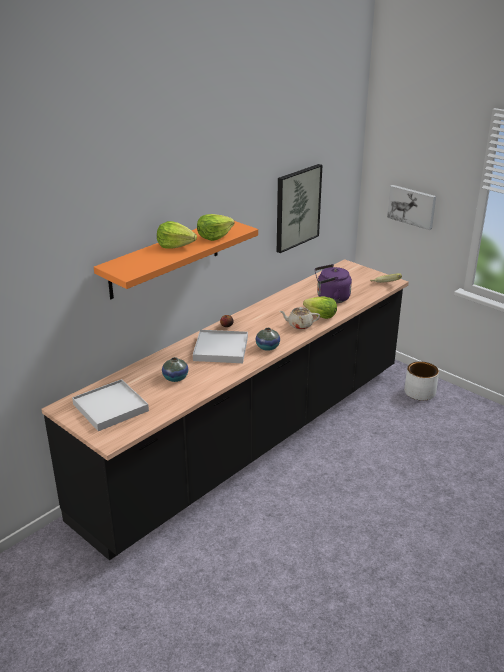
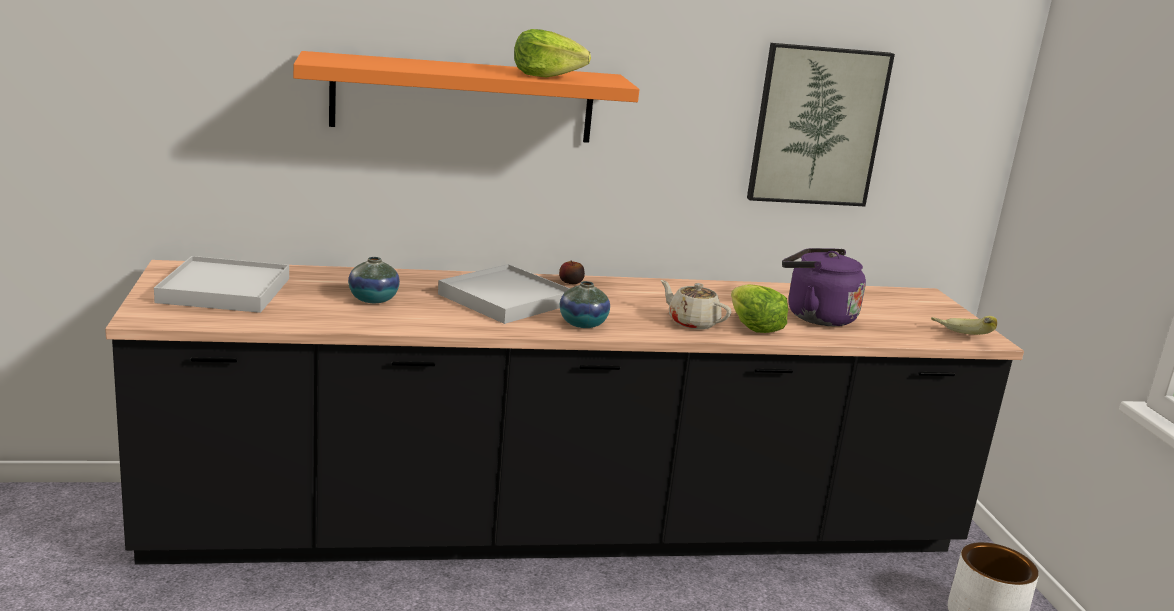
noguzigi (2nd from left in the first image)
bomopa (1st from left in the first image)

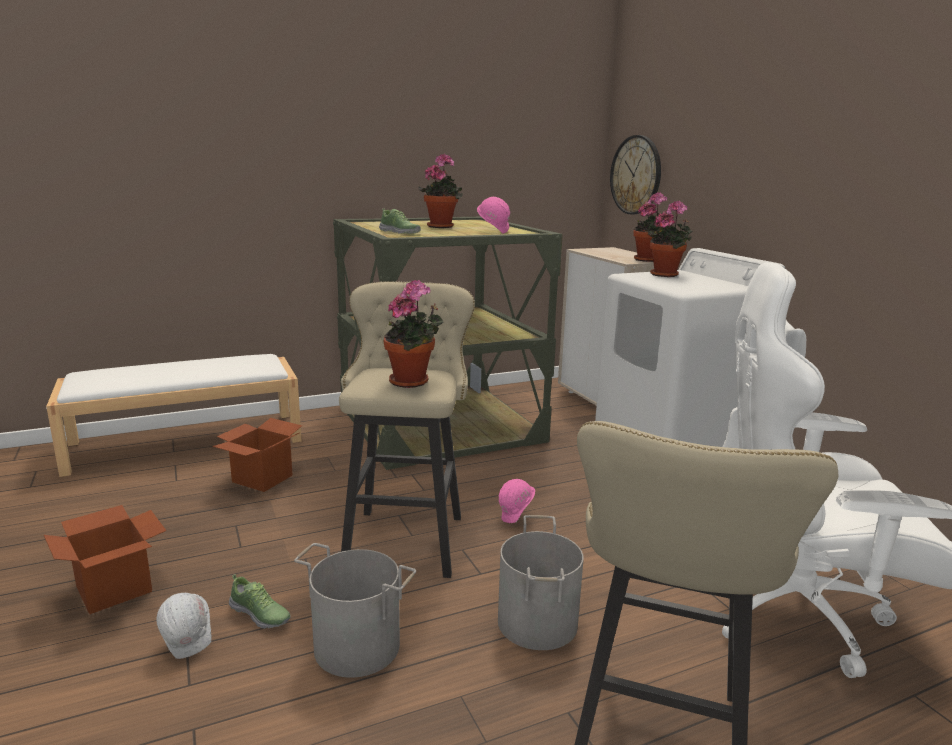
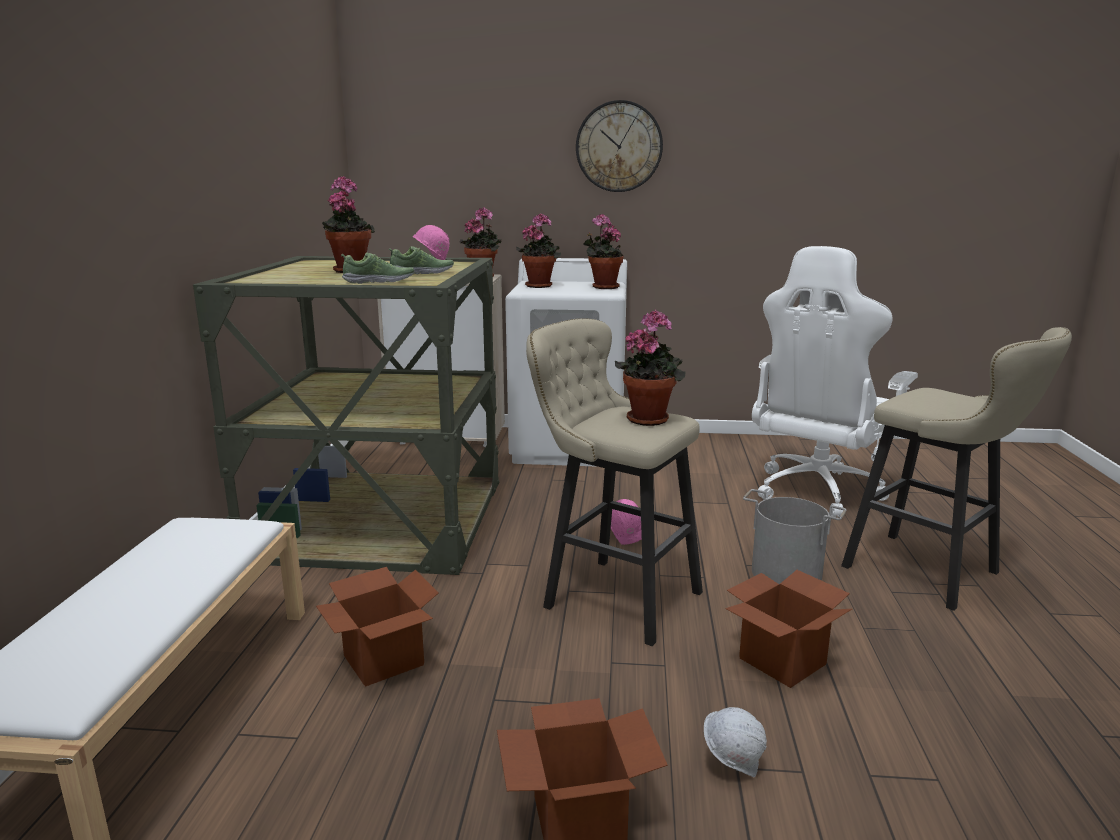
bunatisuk
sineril (3rd from left)
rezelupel (2nd from left)
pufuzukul (4th from left)

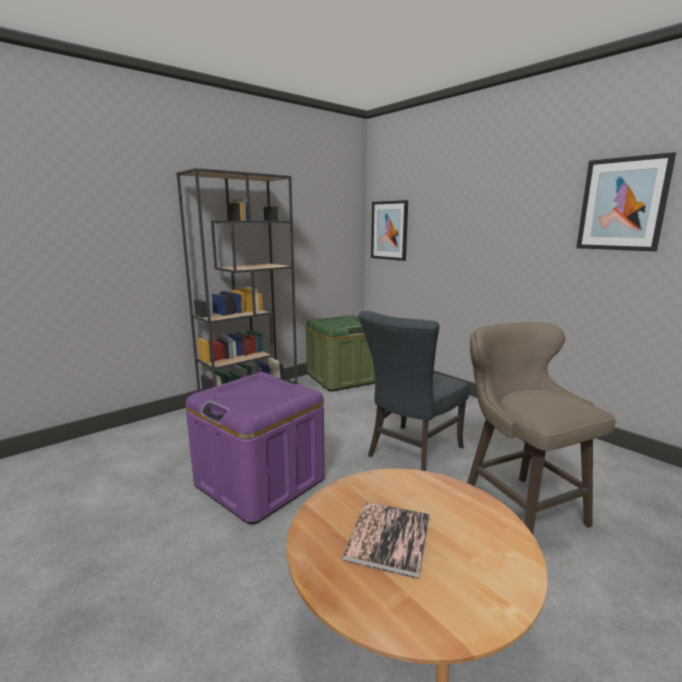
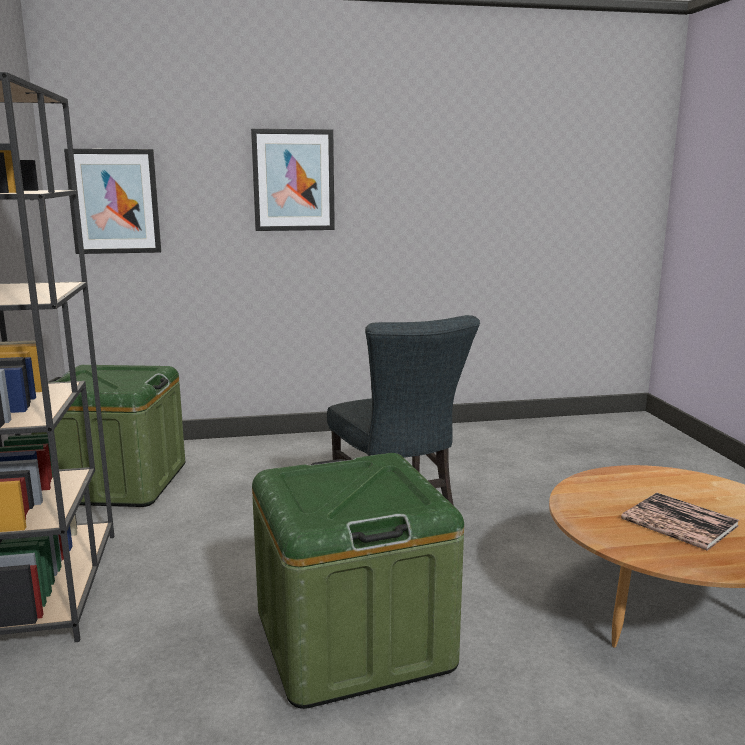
noguzigi (2nd from left)
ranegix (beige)
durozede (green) (2nd from left)

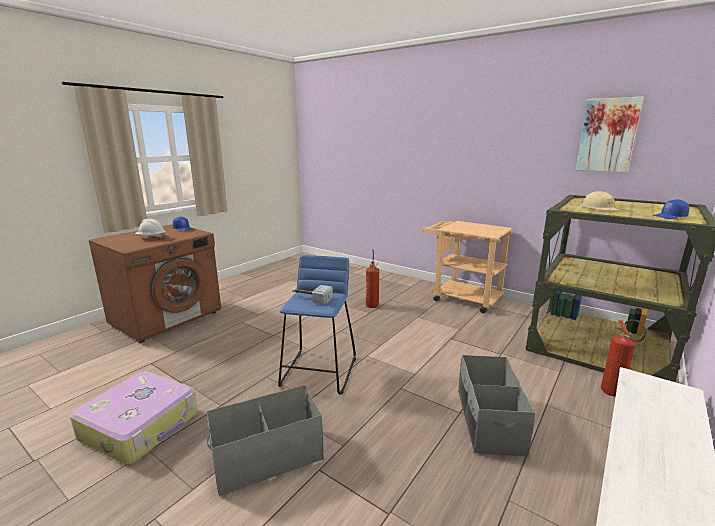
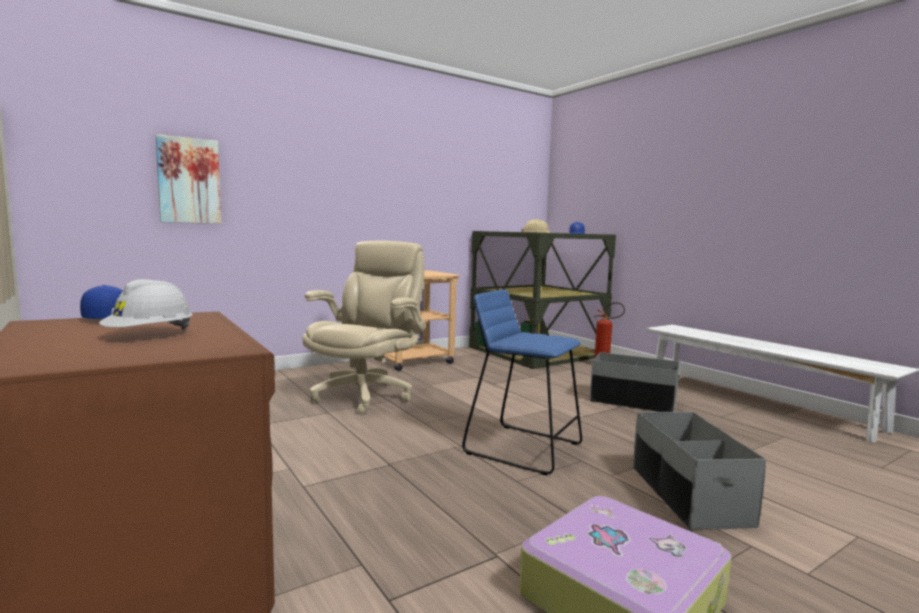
noguzigi
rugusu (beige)
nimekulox

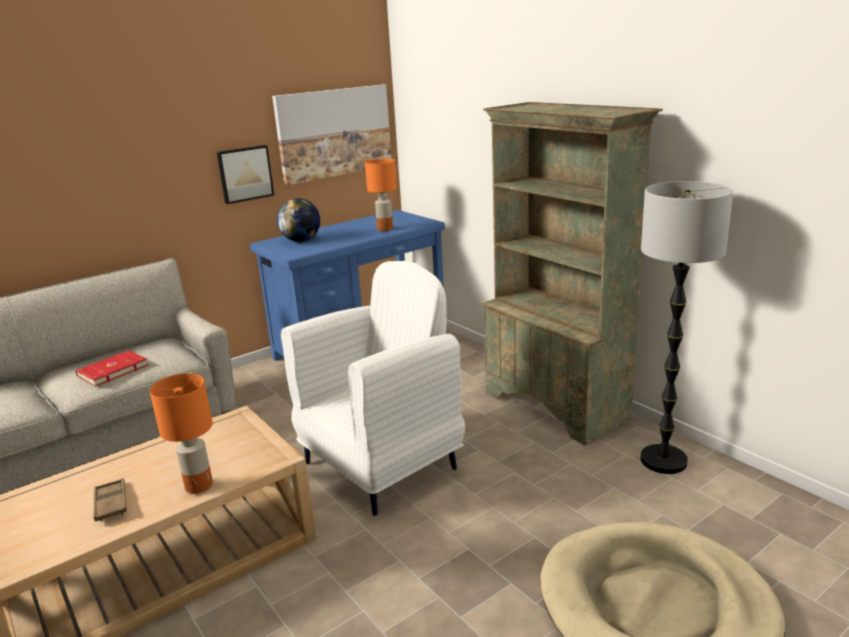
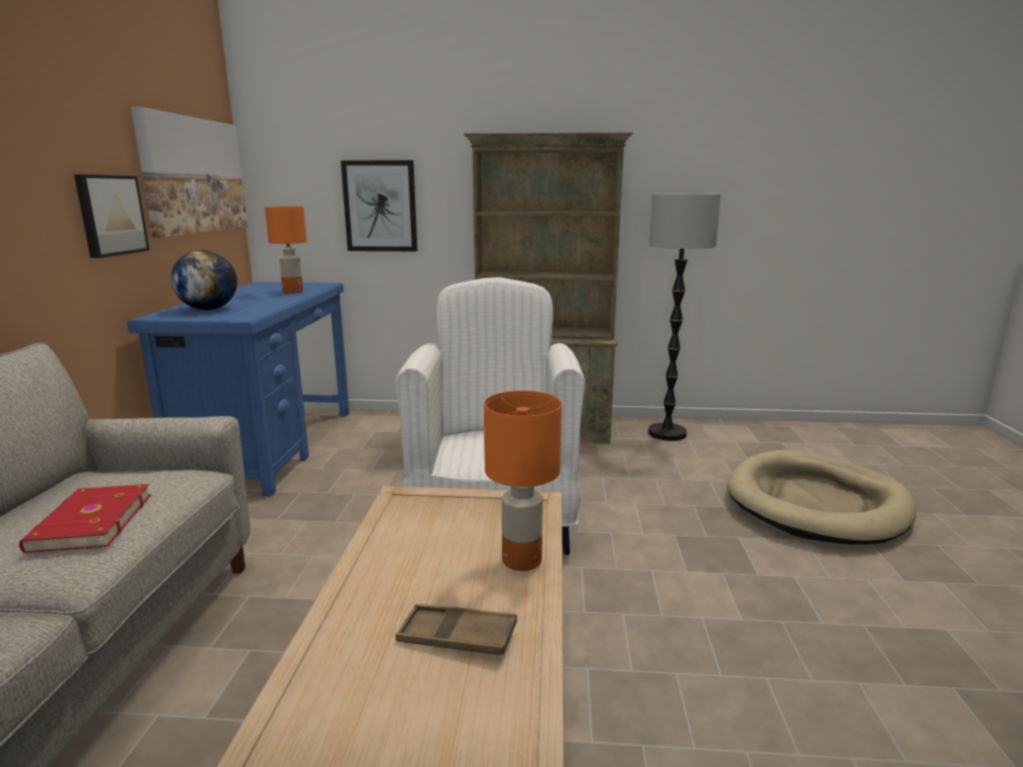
noguzigi (3rd from left)

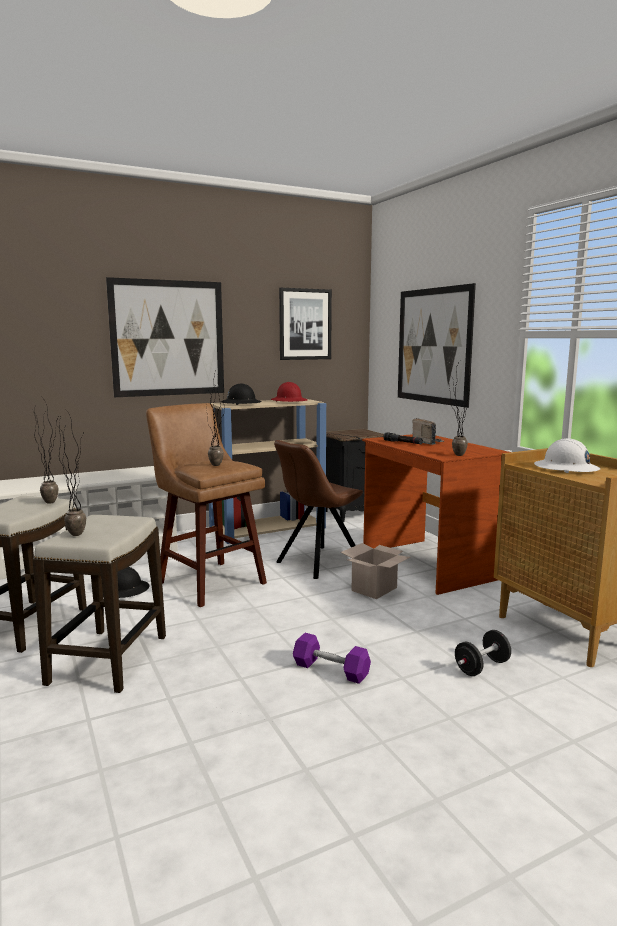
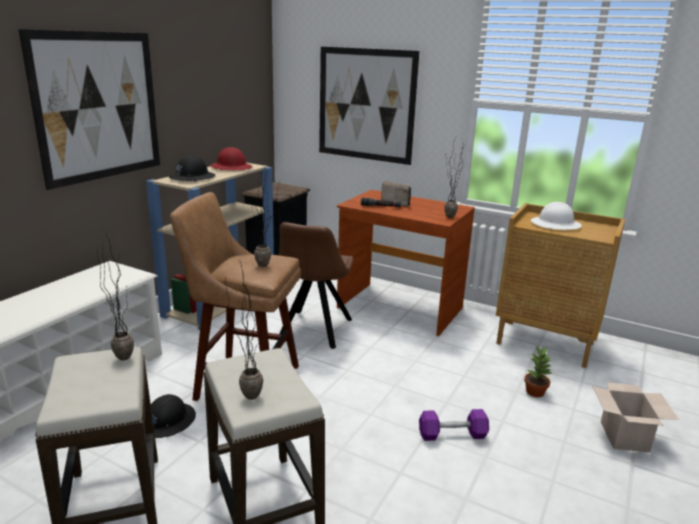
noguzigi (2nd from left in the first image)
sineril
pufuzukul (5th from left)

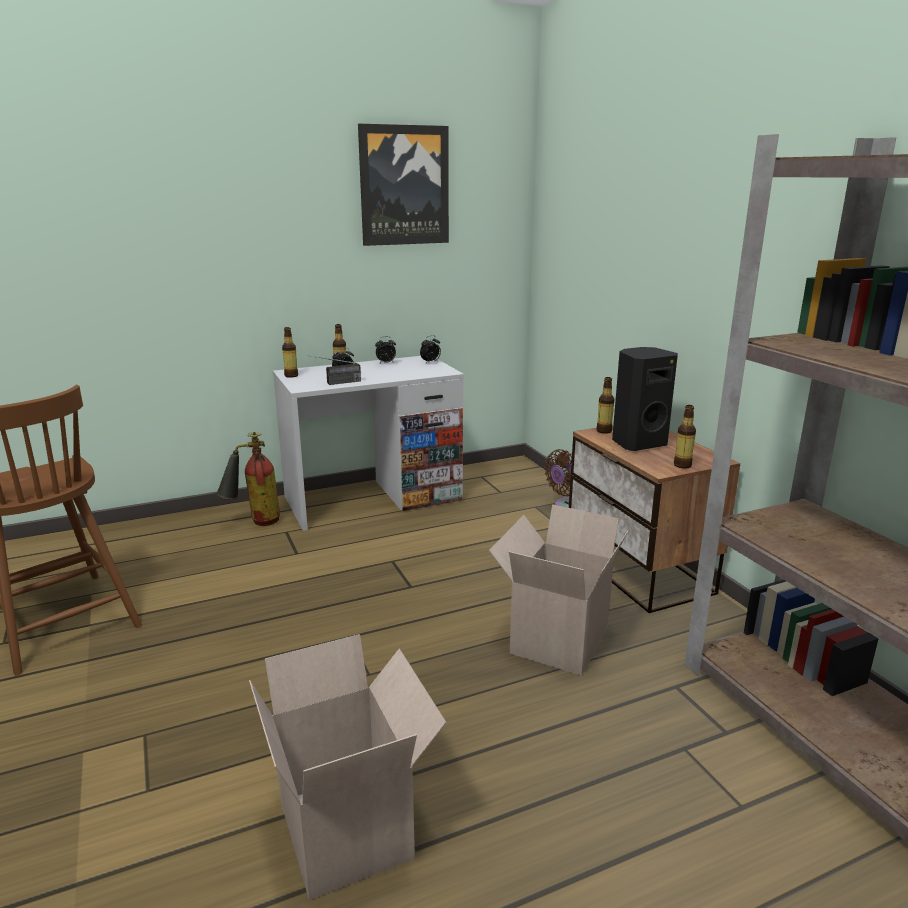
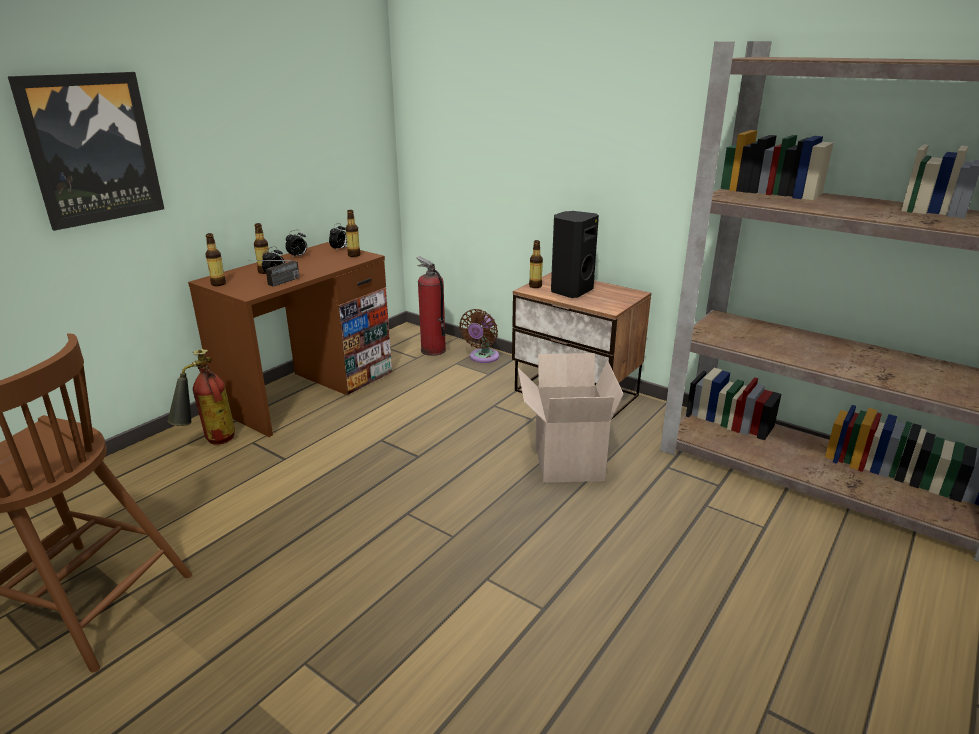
noguzigi
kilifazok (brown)
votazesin (3rd from left)
sineril (1st from left in the first image)
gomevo (2nd from left)

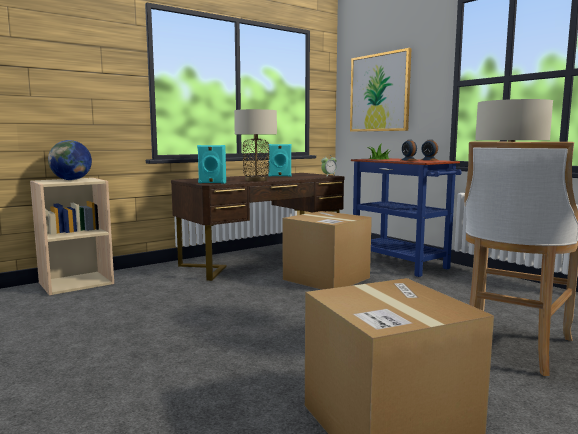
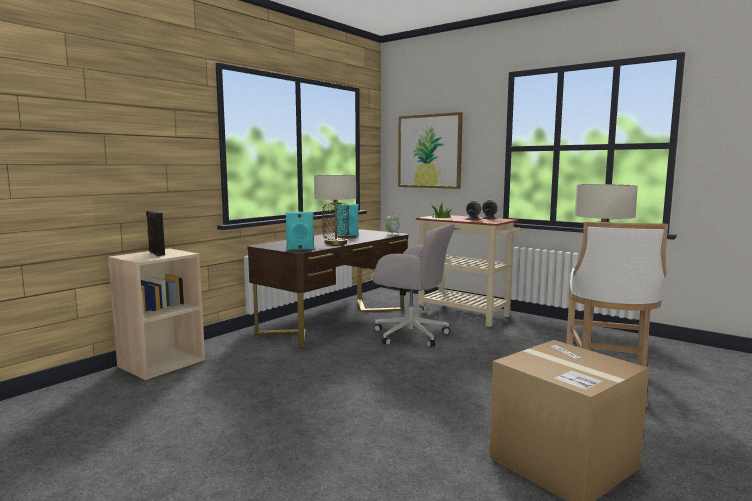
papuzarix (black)
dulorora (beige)
rugusu (grey)

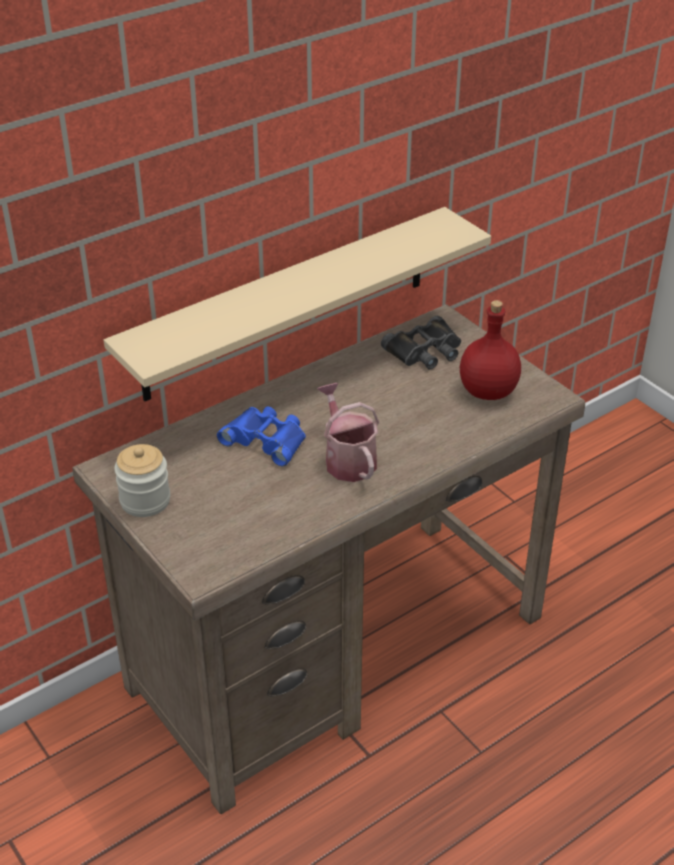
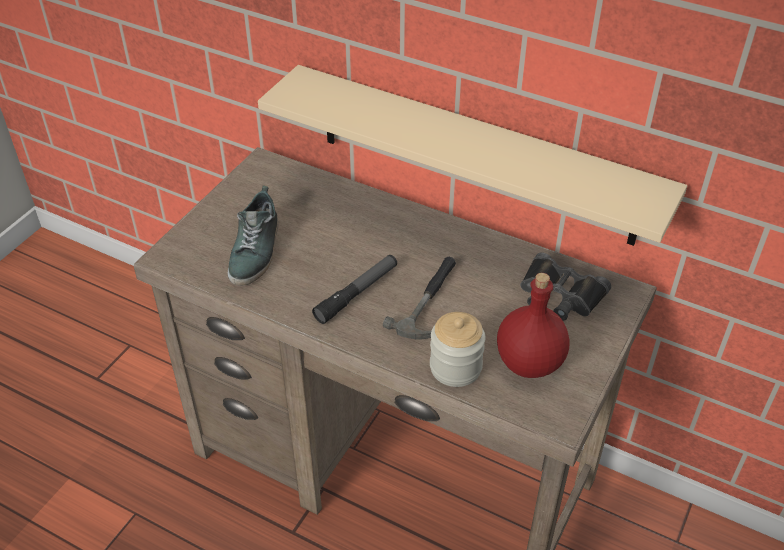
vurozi
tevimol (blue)
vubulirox
rezelupel
nimekulox

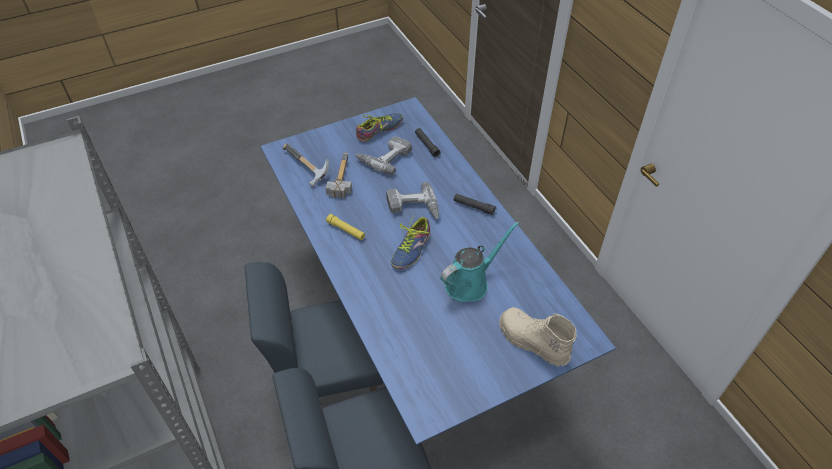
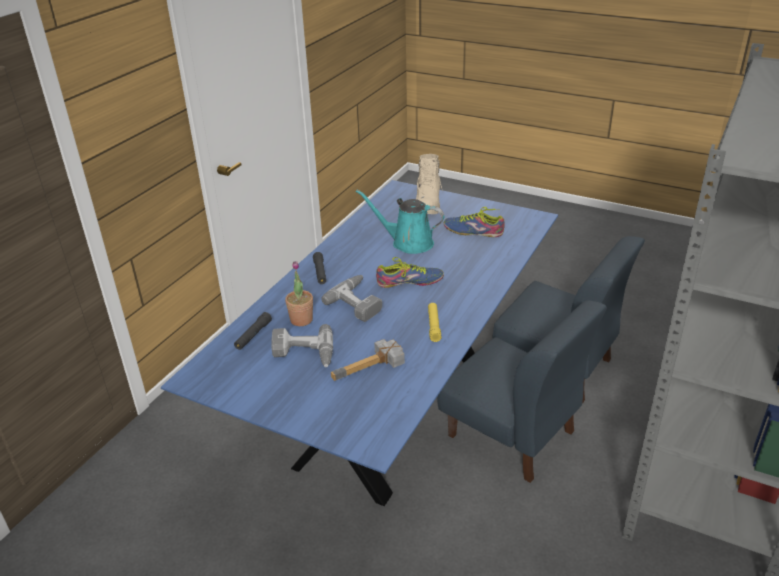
rezelupel (2nd from left)
nimekulox (1st from left in the first image)
pufuzukul

